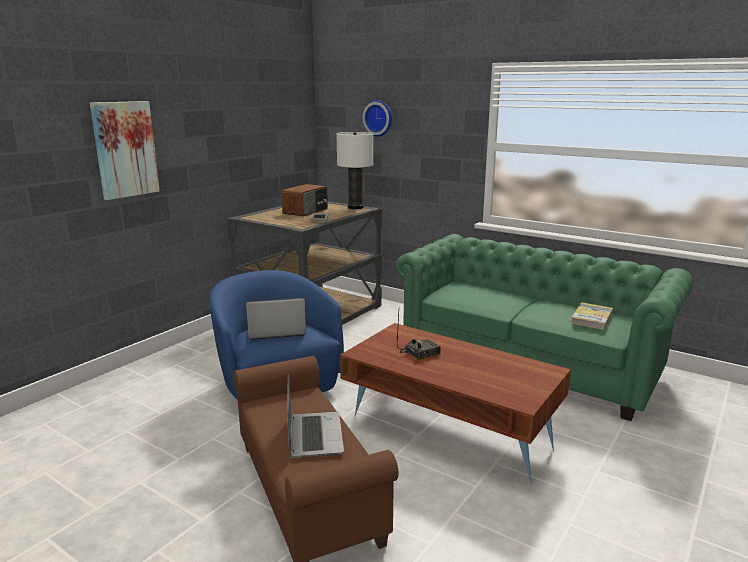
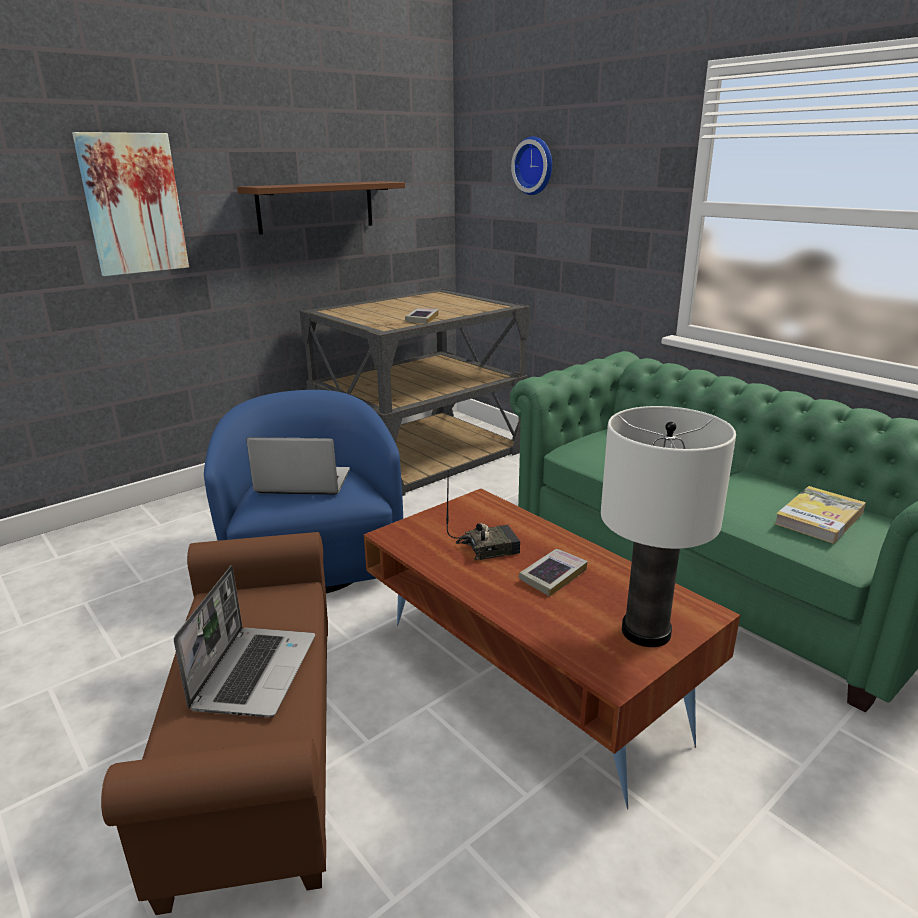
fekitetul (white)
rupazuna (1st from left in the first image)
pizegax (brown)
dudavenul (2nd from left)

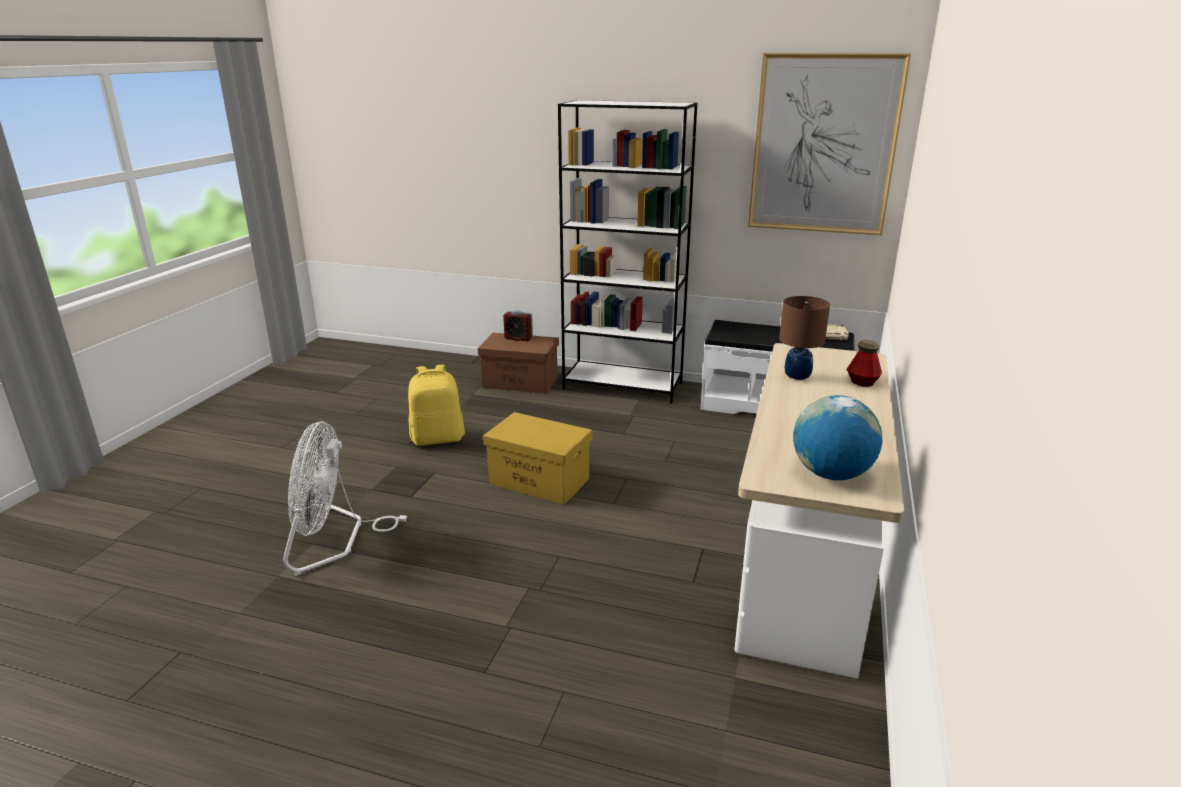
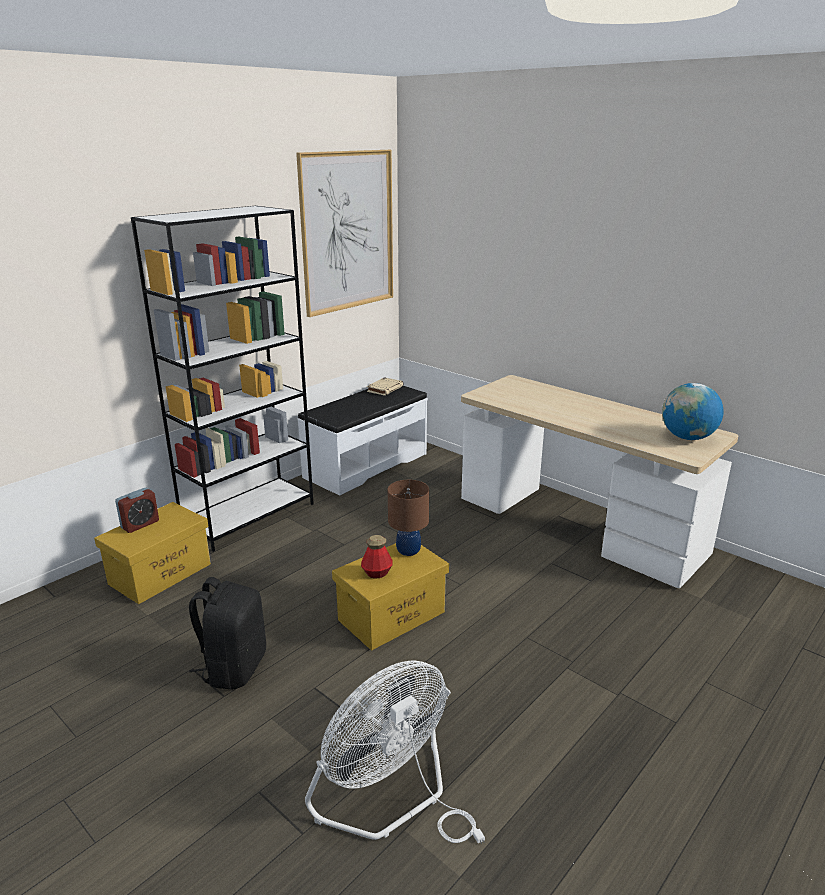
fekitetul (brown)
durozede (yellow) (1st from left)
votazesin
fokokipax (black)
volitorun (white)

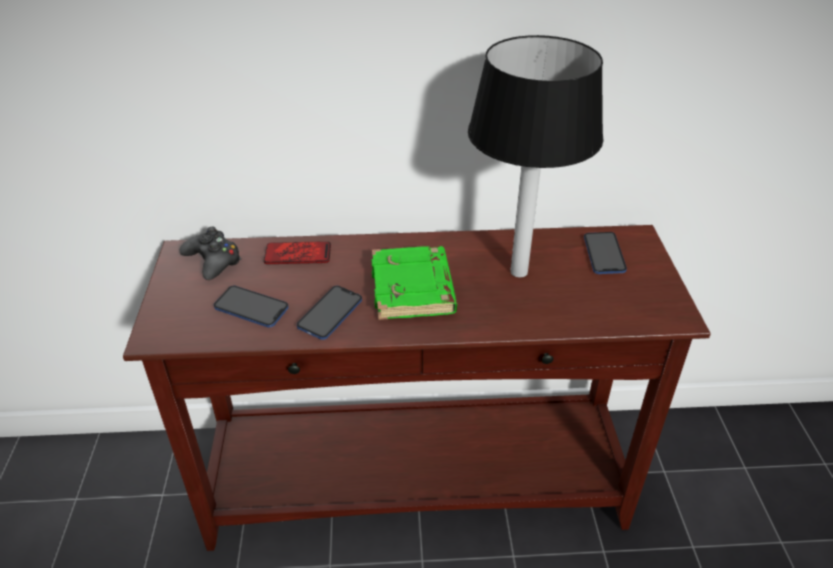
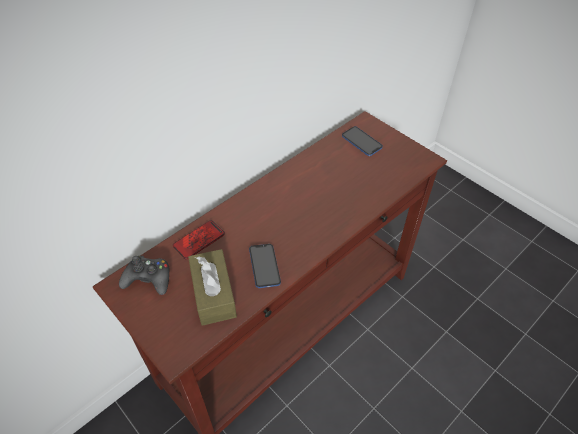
fekitetul
dudavenul (green)
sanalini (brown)

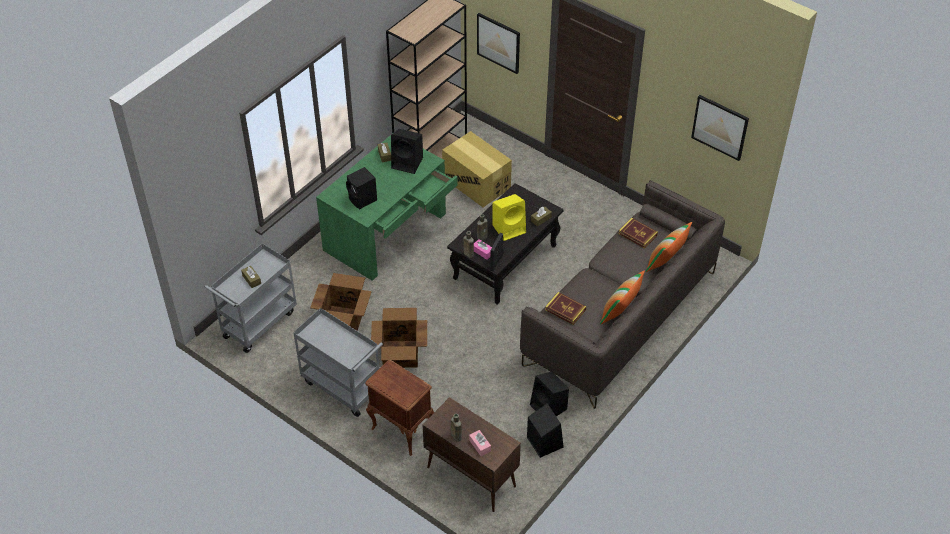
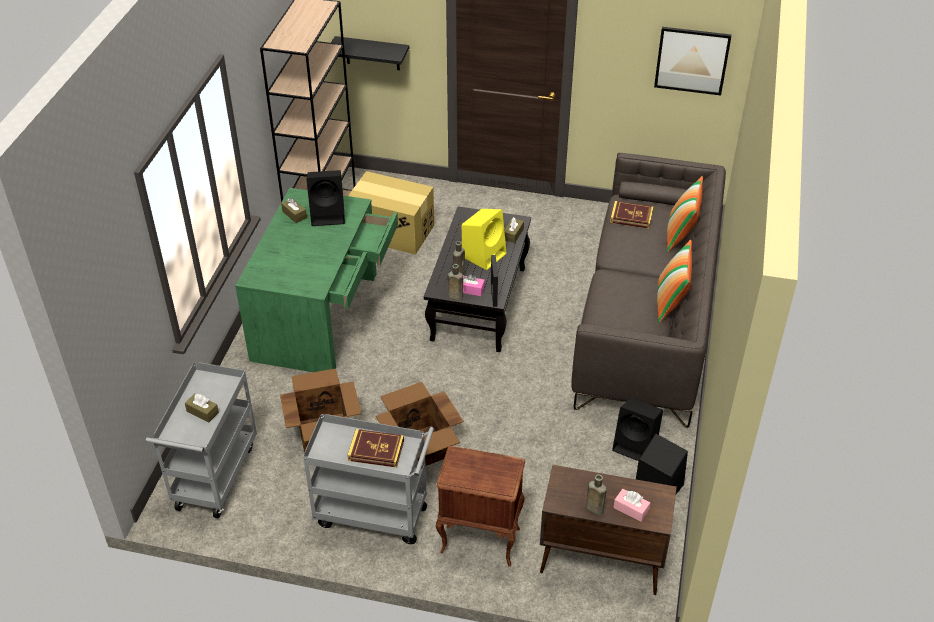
pizegax (black)
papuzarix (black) (1st from left in the first image)
dudavenul (1st from left)

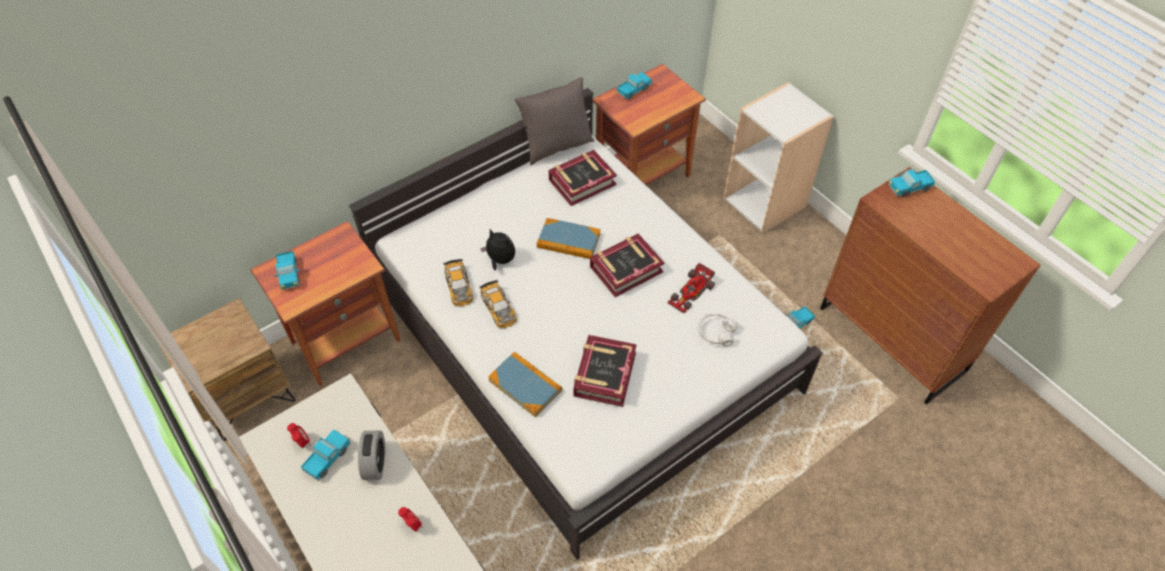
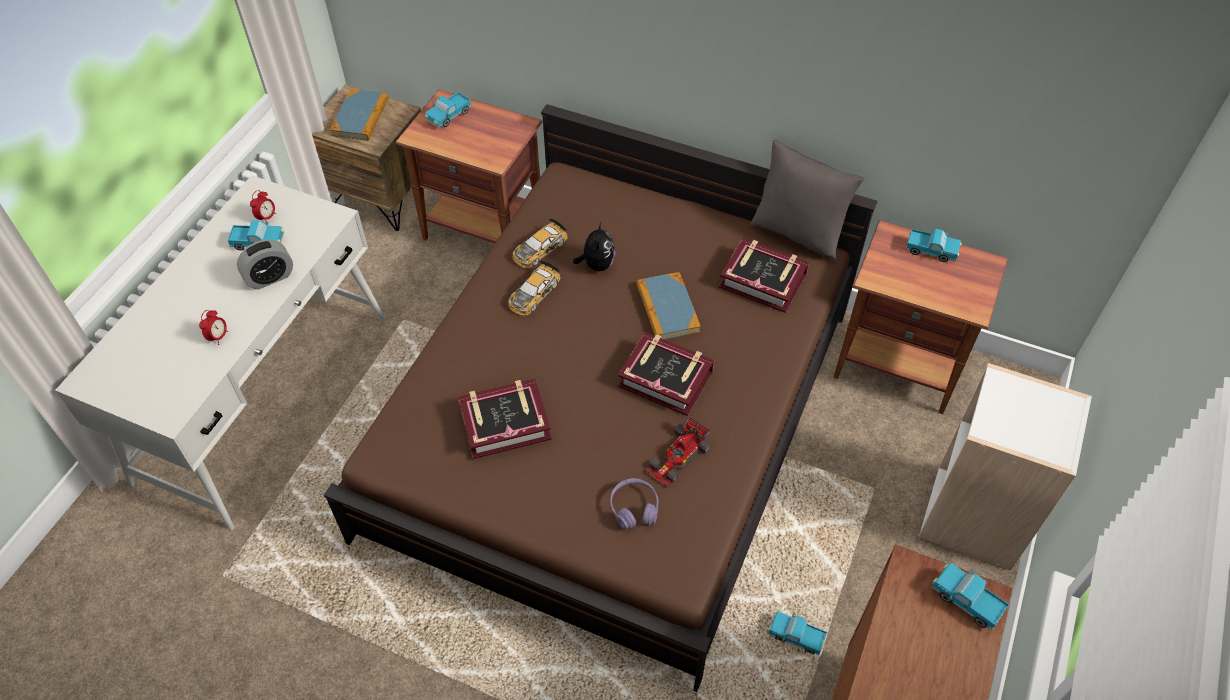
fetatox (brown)
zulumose (3rd from left)
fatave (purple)
dudavenul (1st from left)

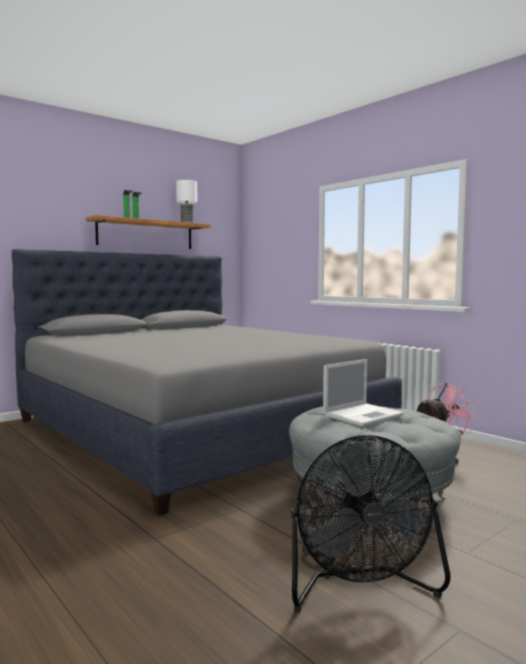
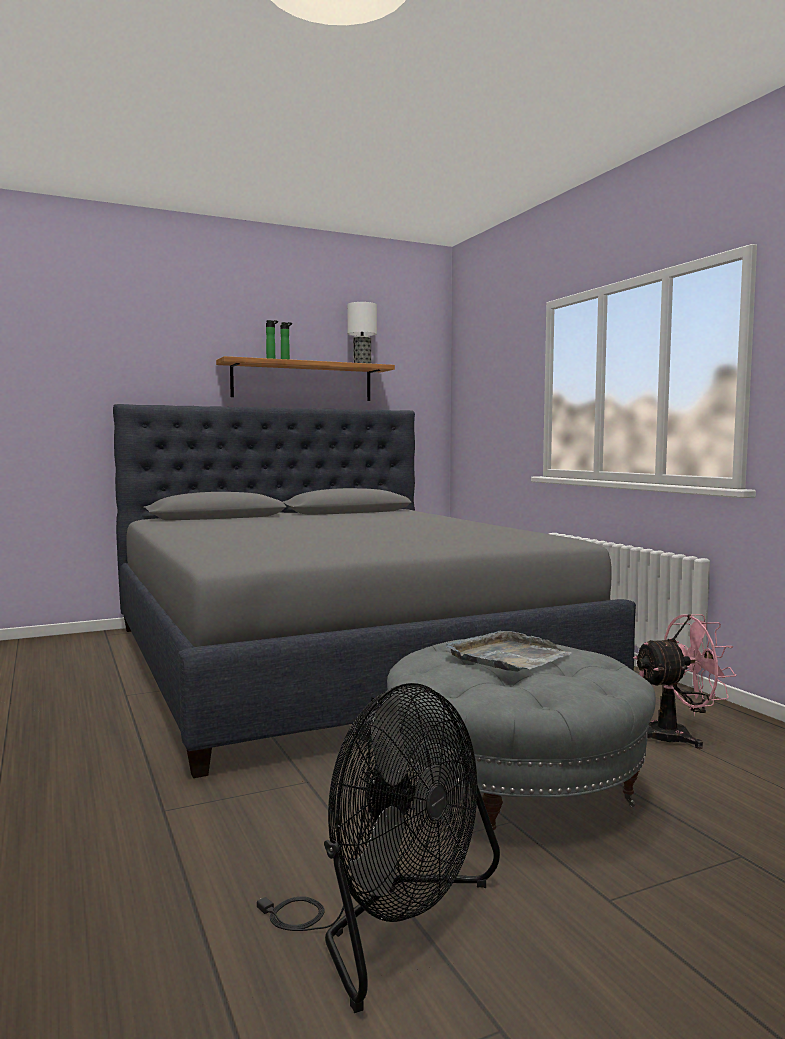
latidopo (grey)
volitorun (black)

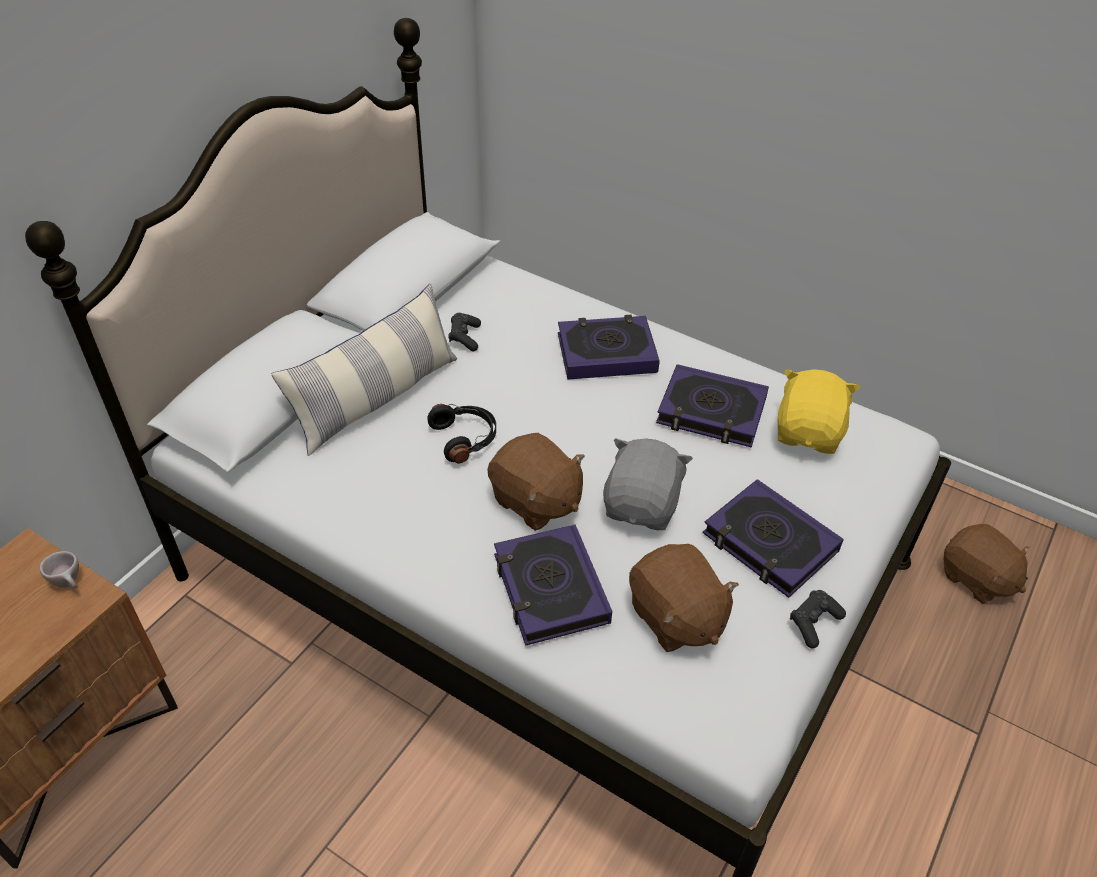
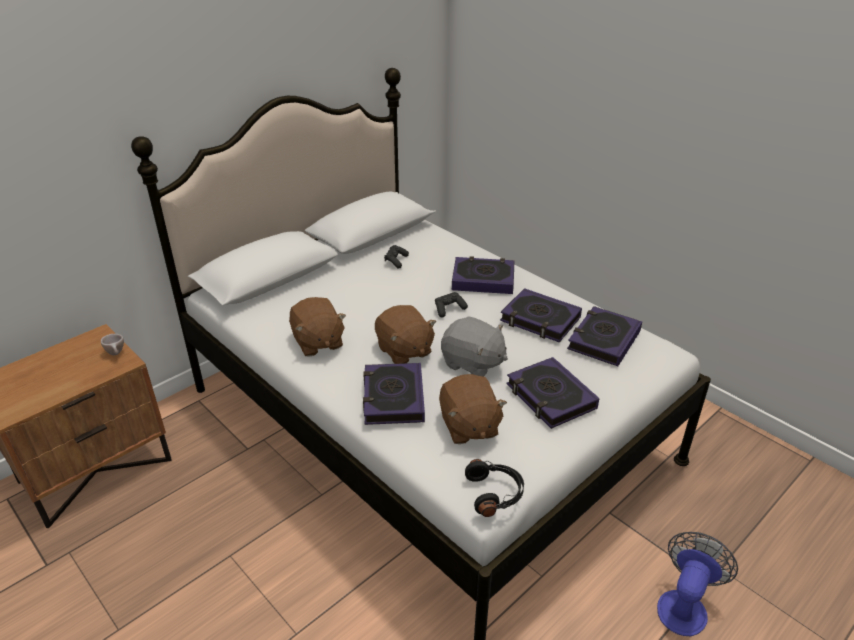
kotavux
dudavenul (5th from left)
fatave (black)
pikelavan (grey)
pikelavan (brown) (1st from left)
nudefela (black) (2nd from left)
volitorun

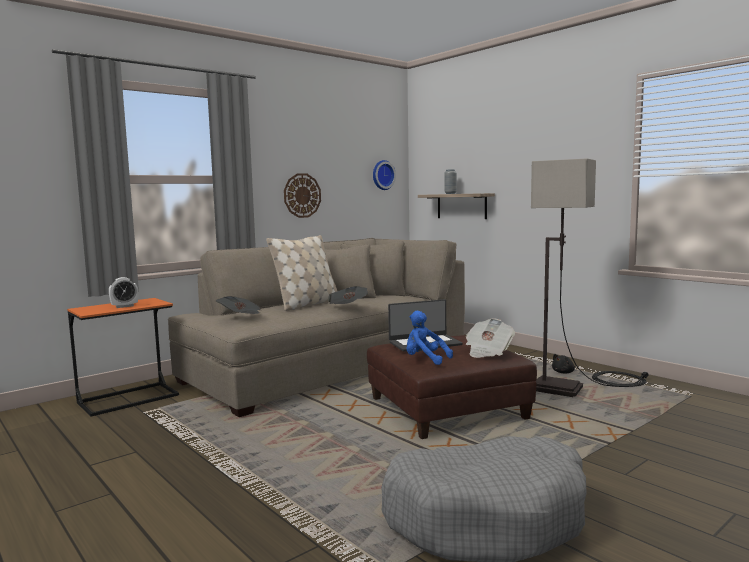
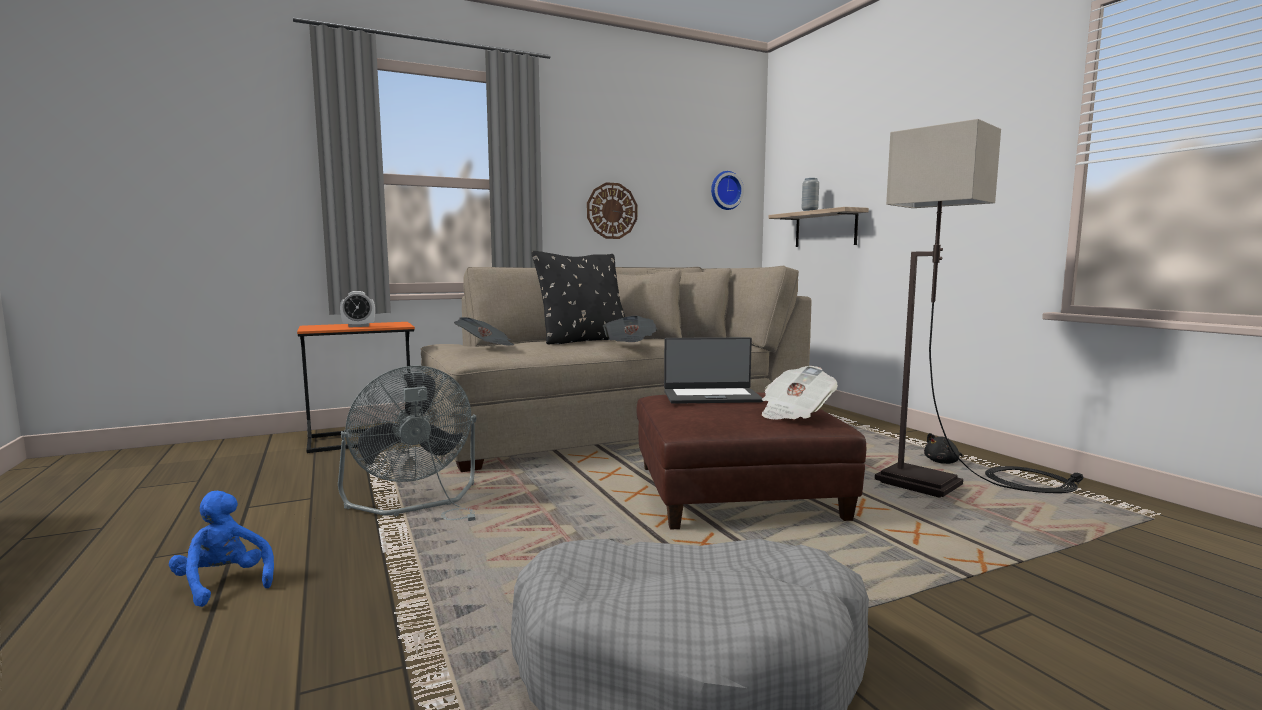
kotavux (black)
pikelavan (blue)
volitorun (grey)

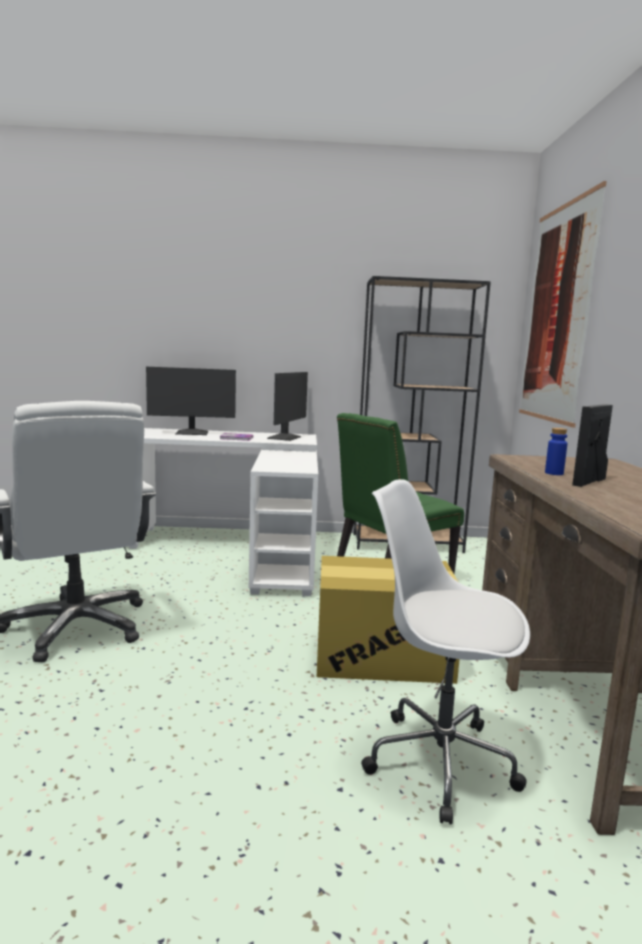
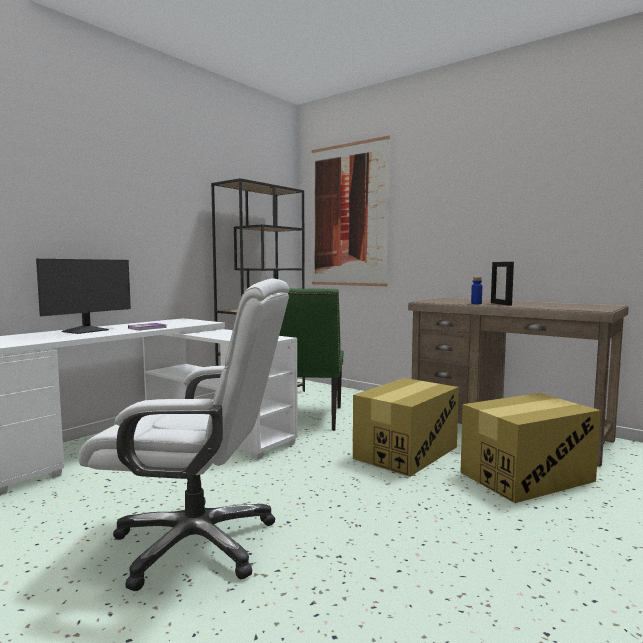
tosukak (2nd from left in the first image)
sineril (2nd from left)

